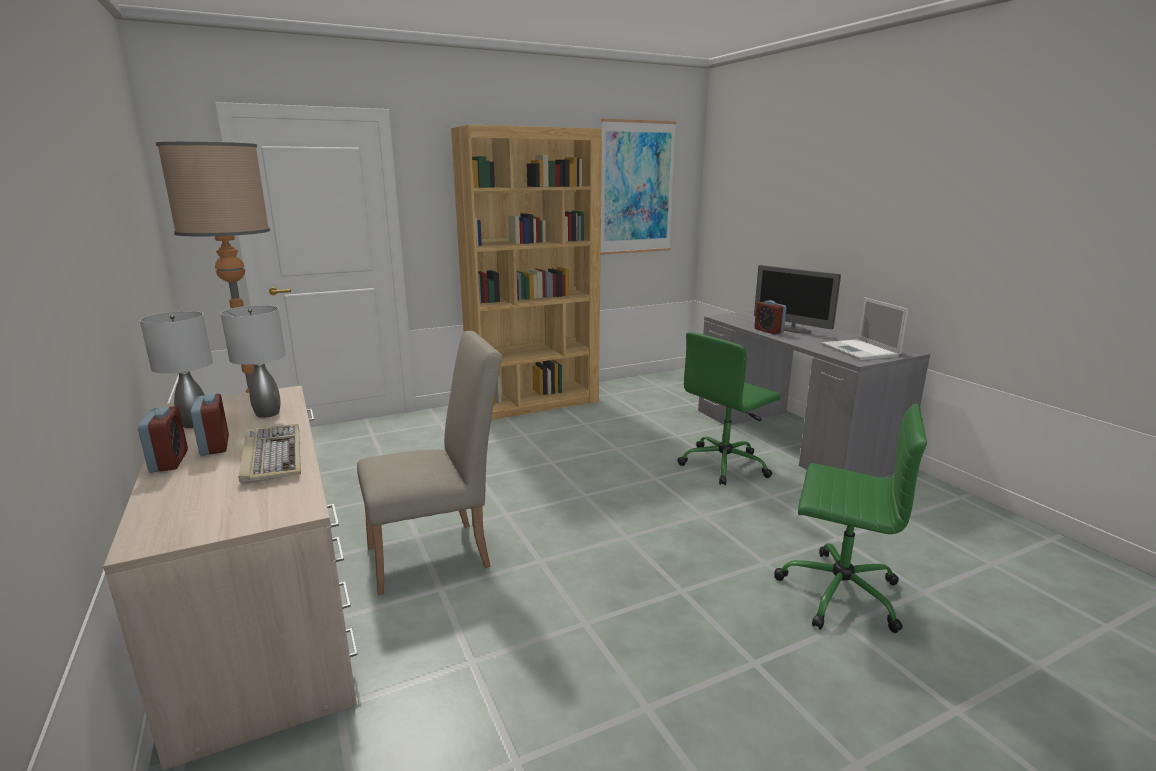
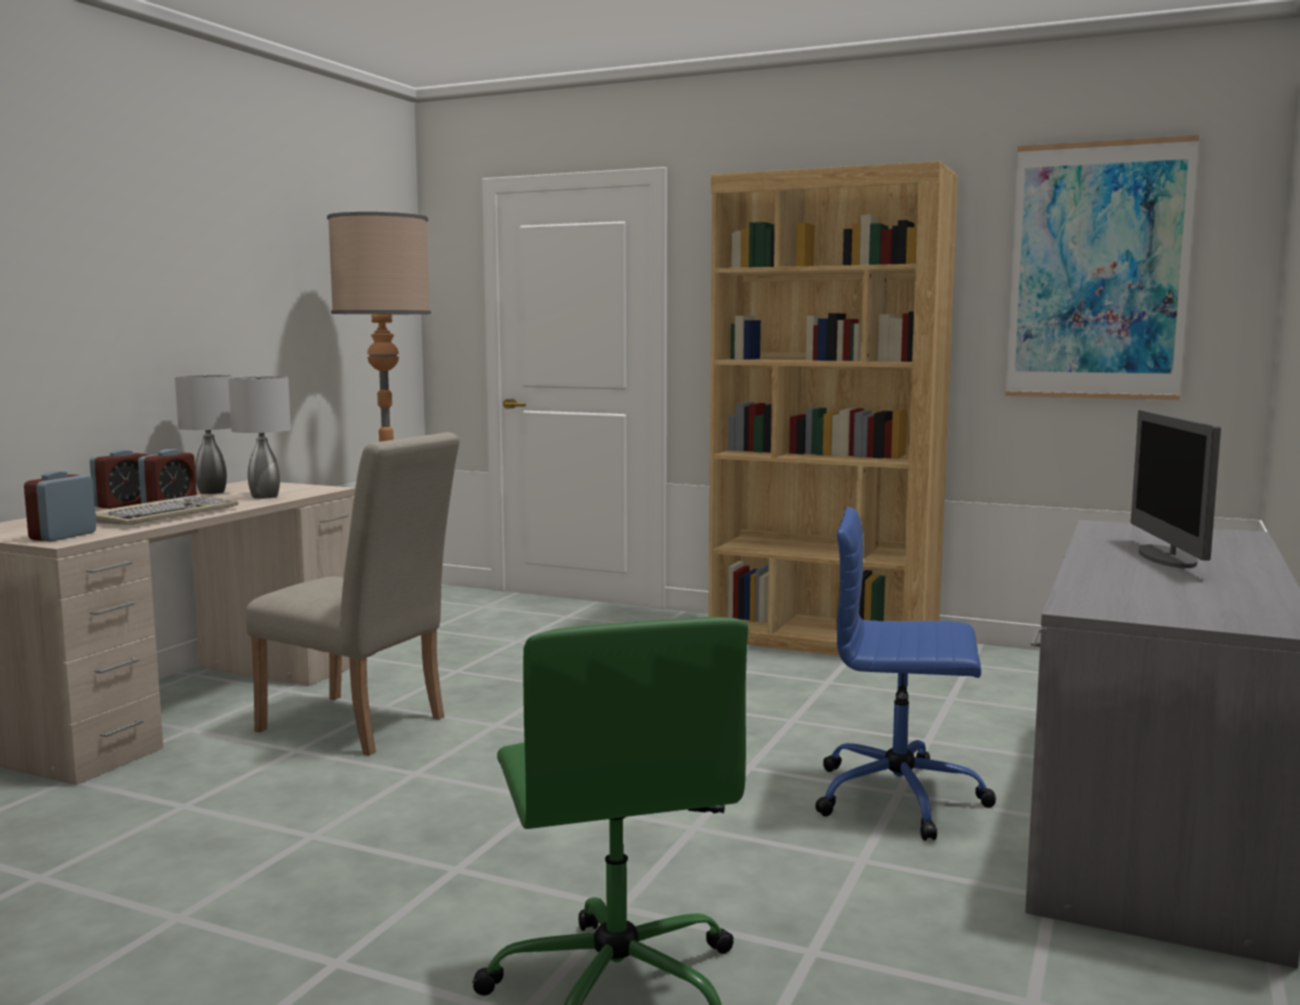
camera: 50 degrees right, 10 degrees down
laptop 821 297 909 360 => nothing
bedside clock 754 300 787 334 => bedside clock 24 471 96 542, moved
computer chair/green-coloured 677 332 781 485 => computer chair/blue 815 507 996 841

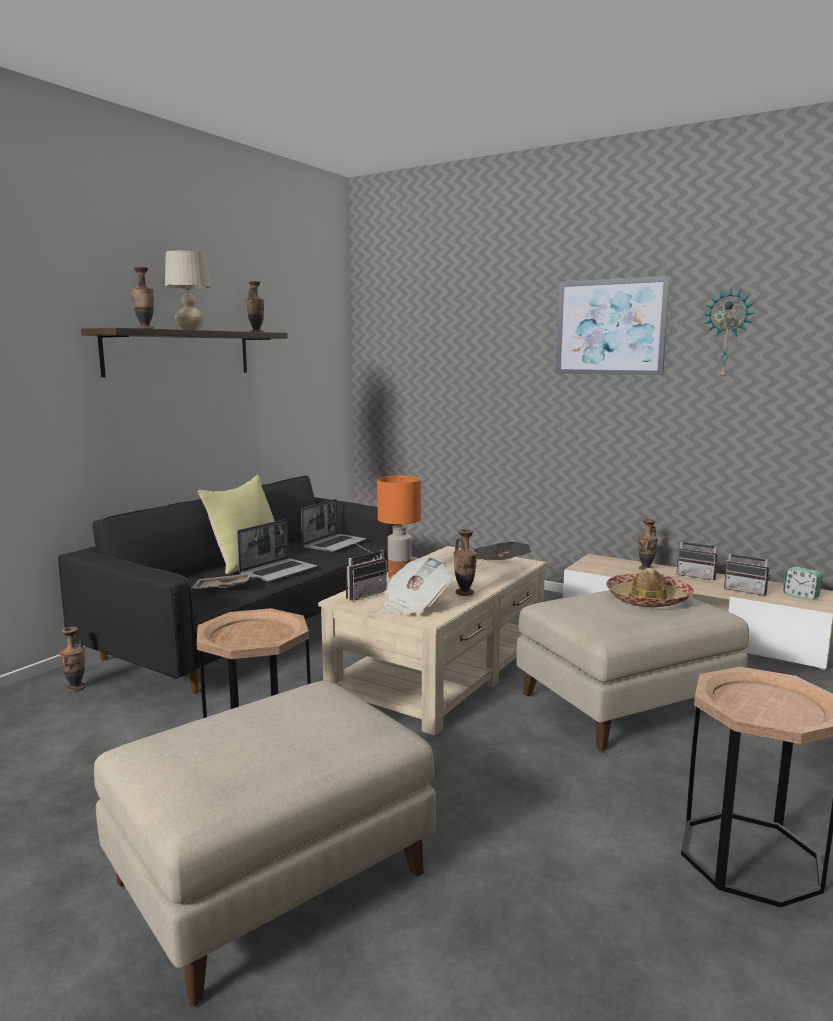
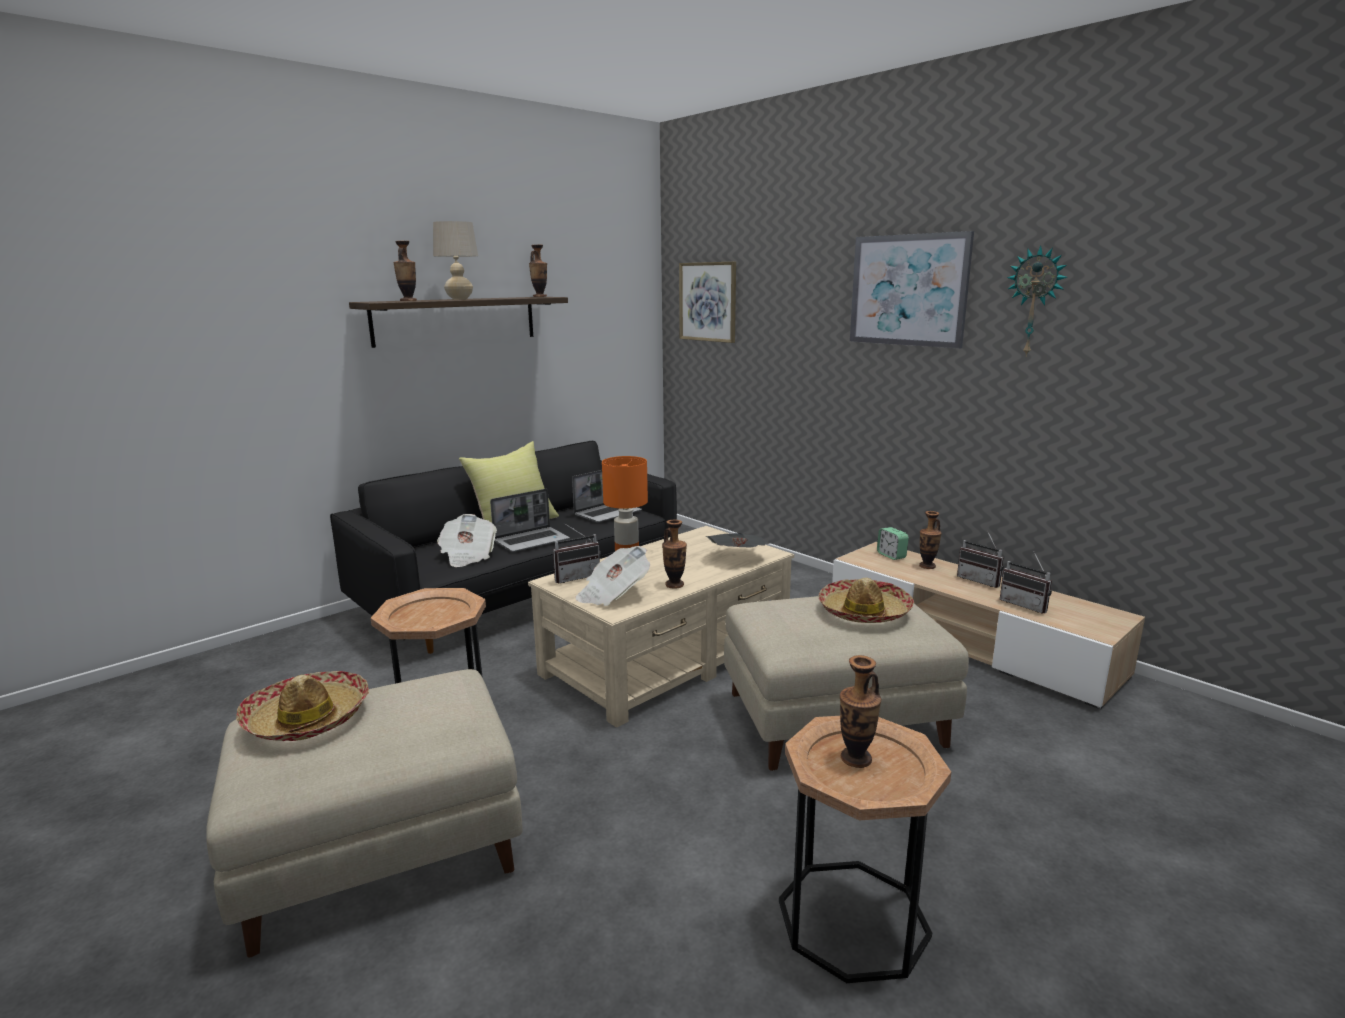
camera: 15 degrees right, 5 degrees up
nothing => wearable hat 236 671 369 741
nothing => wall picture 679 262 736 343
flower vase 59 627 86 692 => flower vase 840 655 881 768, moved
bedside clock 783 566 822 600 => bedside clock 877 527 909 560, moved
carrying tray/gray 191 572 253 590 => daily paper 437 514 497 567

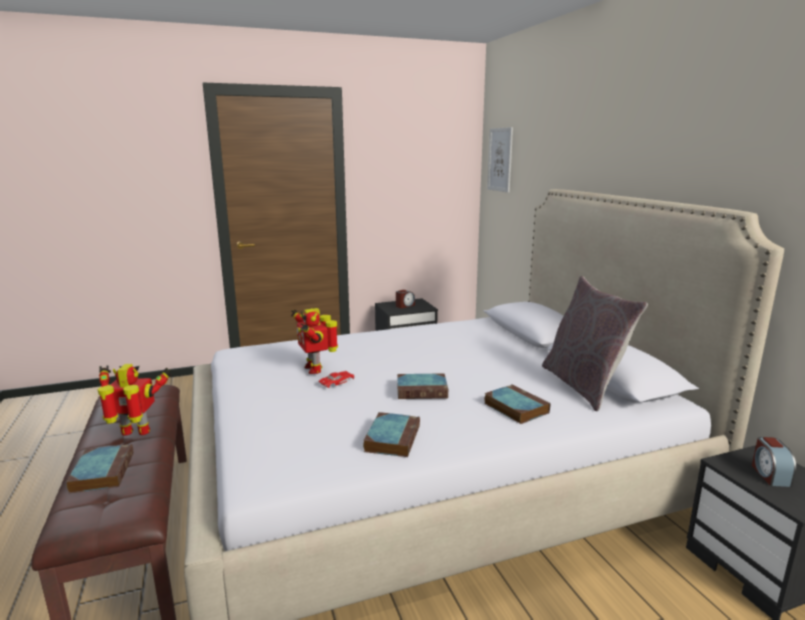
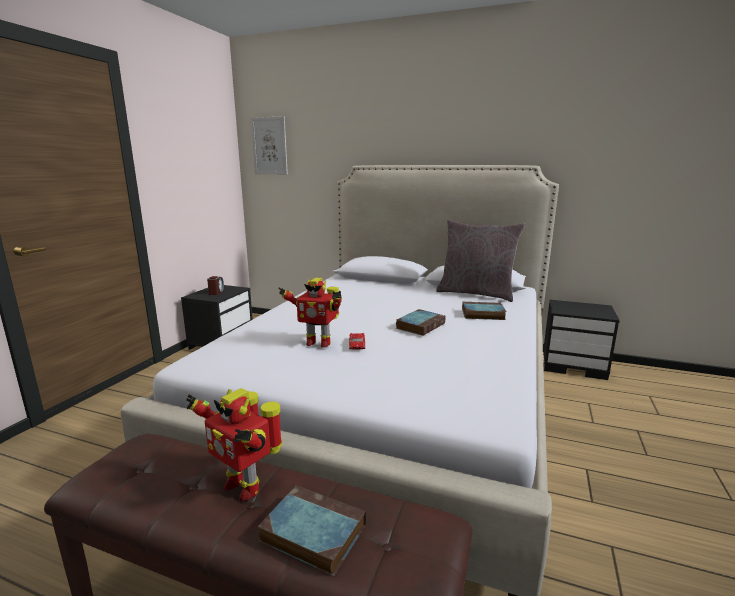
camera: 50 degrees left, 0 degrees up
bound book 363 412 420 457 => nothing
bedside clock 752 437 796 487 => nothing
model robot 98 364 171 436 => model robot 186 388 282 501, 90 degrees counterclockwise

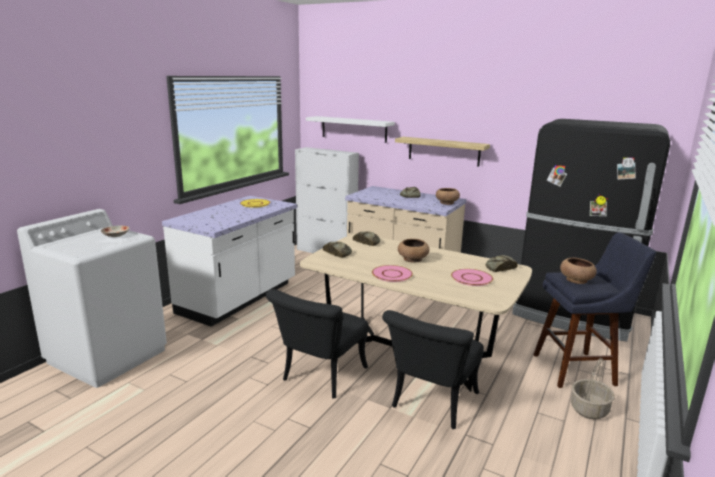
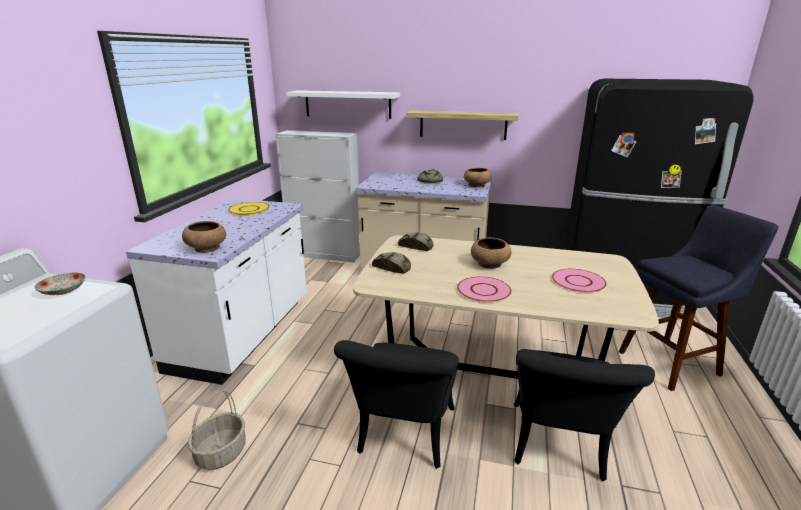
camera: 15 degrees left, 5 degrees up
bread 486 255 518 272 => nothing
bowl/brown-coloured 560 258 597 284 => bowl/brown-coloured 182 221 226 253, moved
basket 571 358 615 419 => basket 188 390 246 470, moved

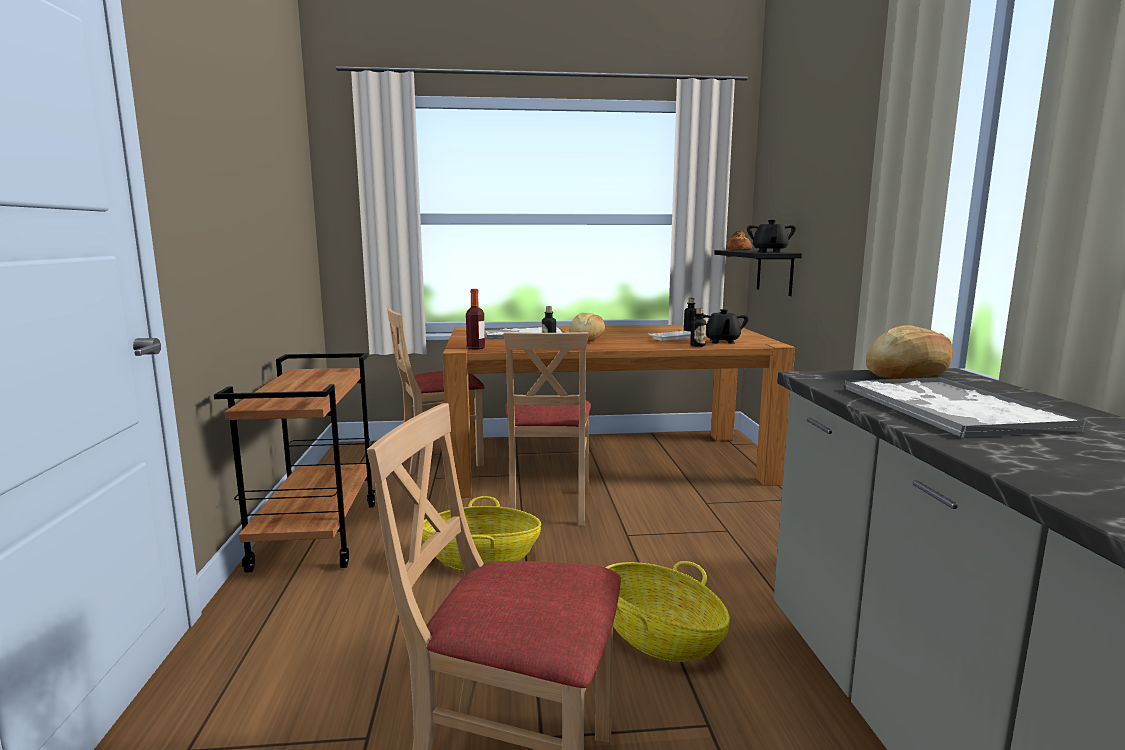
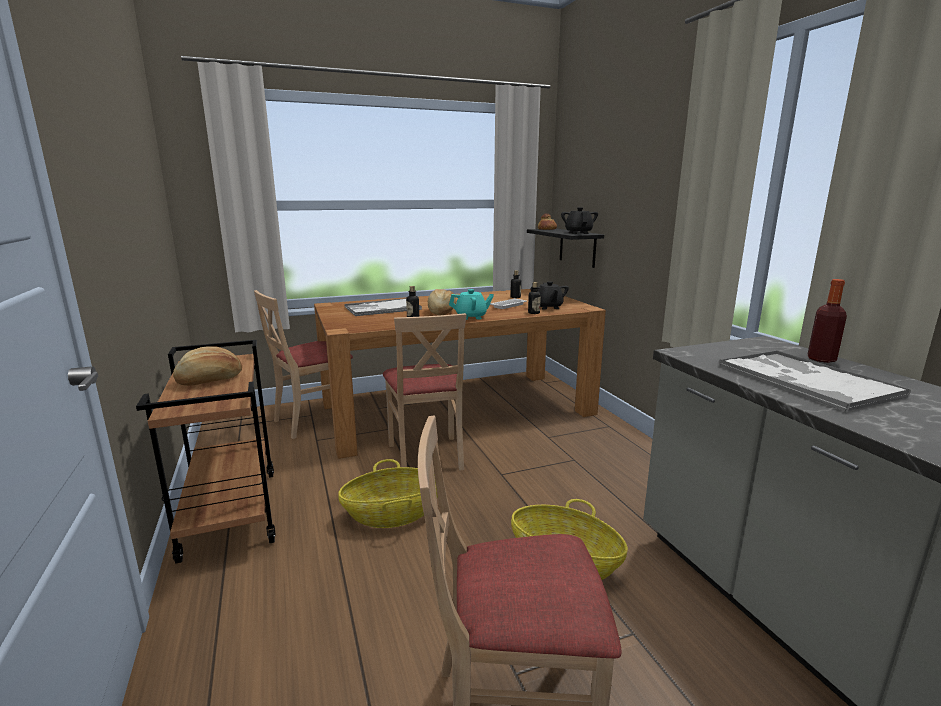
camera: 15 degrees left, 5 degrees up
nothing => tea pot/turquoise-coloured 449 289 494 320
drink bottle 466 289 485 349 => drink bottle 808 279 847 363, moved
bread 866 325 953 379 => bread 173 346 242 386, moved

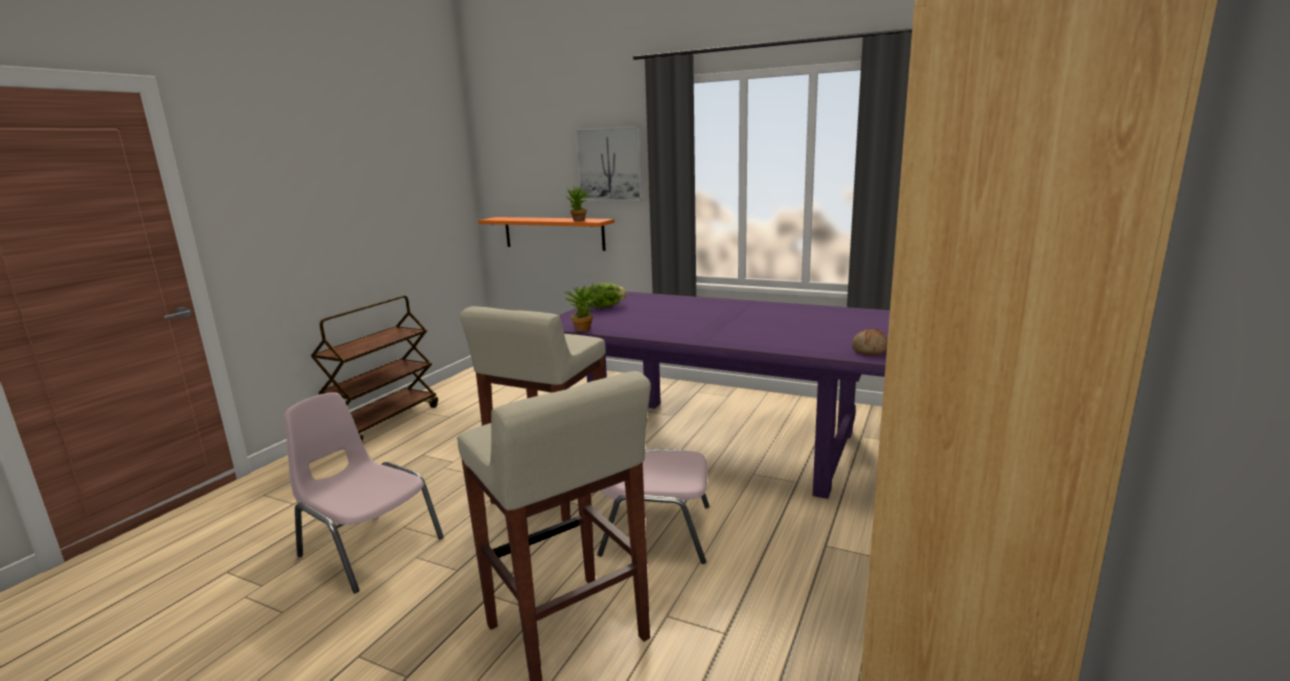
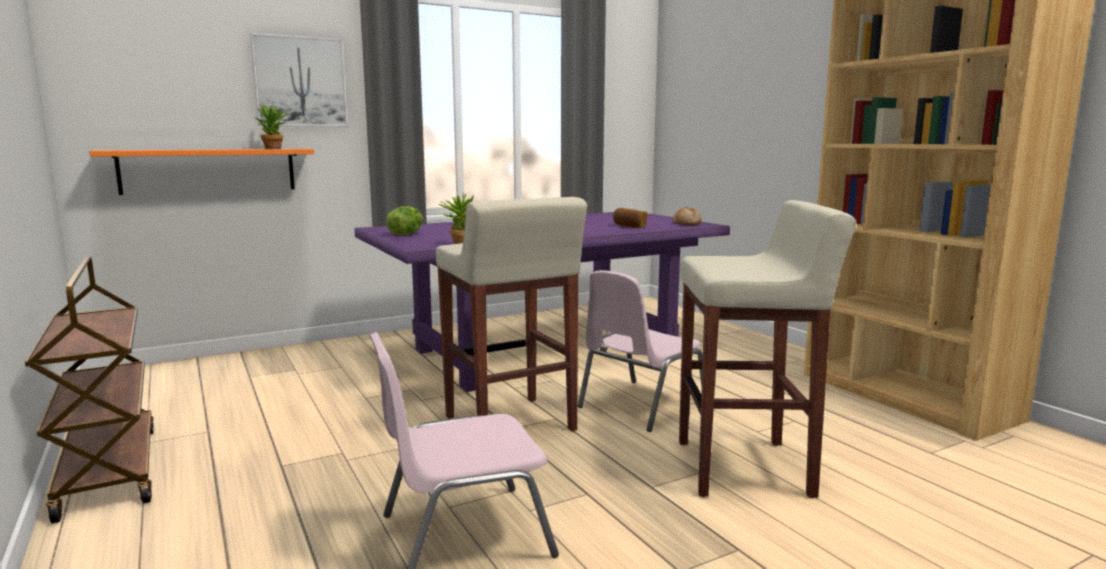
camera: 55 degrees left, 5 degrees down
nothing => bread 613 208 647 228

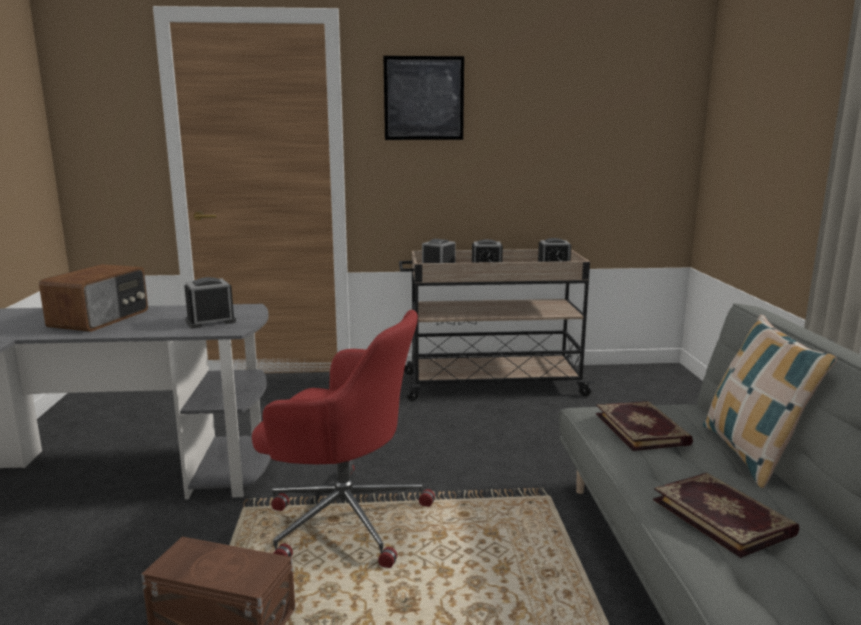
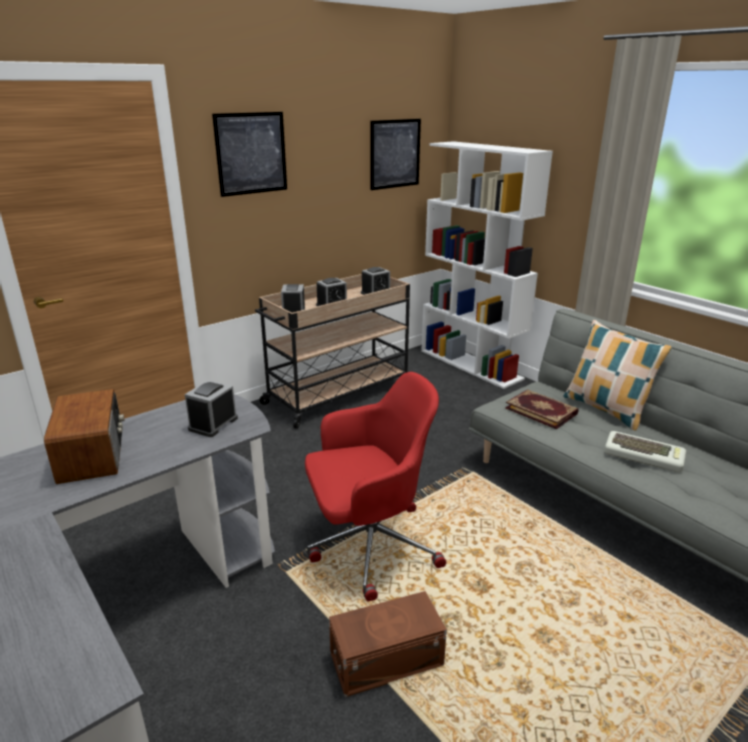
camera: 35 degrees left, 10 degrees up
nothing => wall picture 371 119 421 190
nothing => shelving unit/white 421 141 553 389
bound book 653 473 799 558 => computer keyboard 604 431 686 473

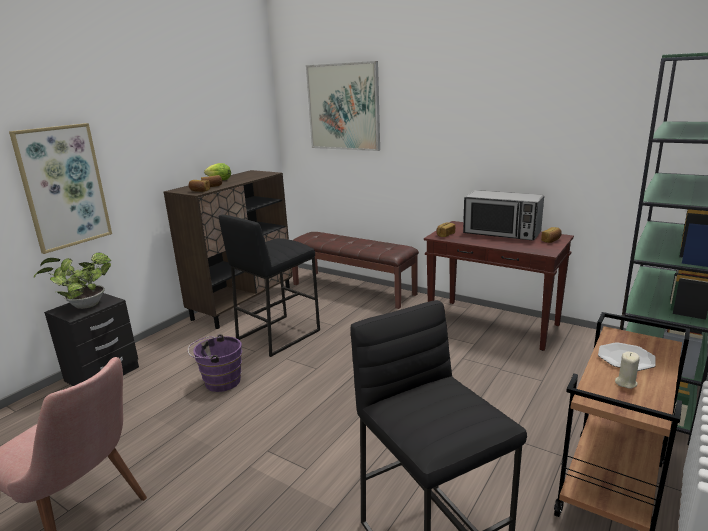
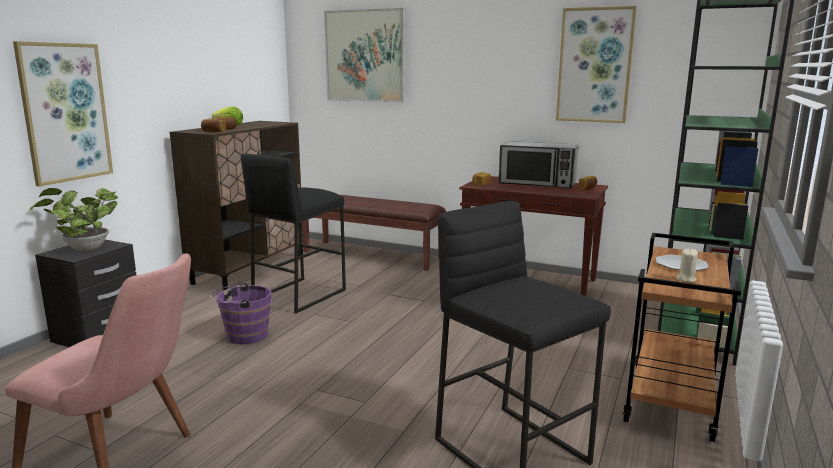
camera: 10 degrees left, 5 degrees down
nothing => wall picture 556 6 637 123

